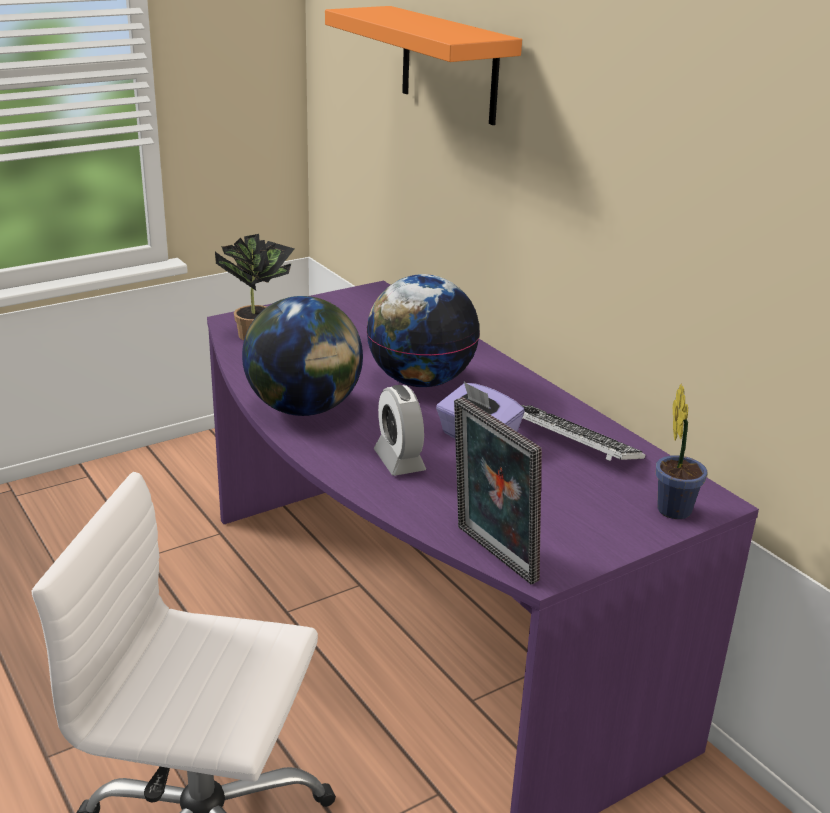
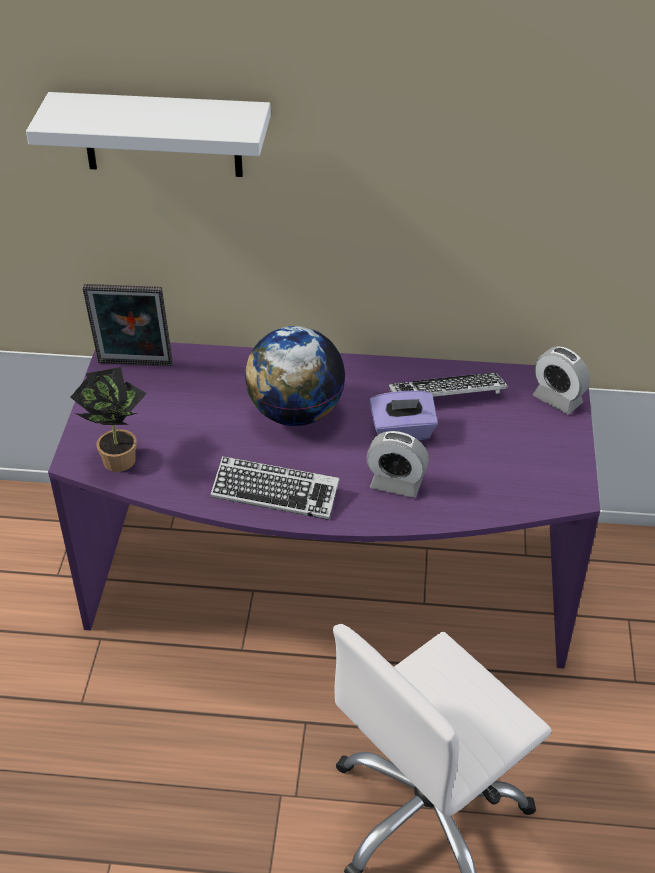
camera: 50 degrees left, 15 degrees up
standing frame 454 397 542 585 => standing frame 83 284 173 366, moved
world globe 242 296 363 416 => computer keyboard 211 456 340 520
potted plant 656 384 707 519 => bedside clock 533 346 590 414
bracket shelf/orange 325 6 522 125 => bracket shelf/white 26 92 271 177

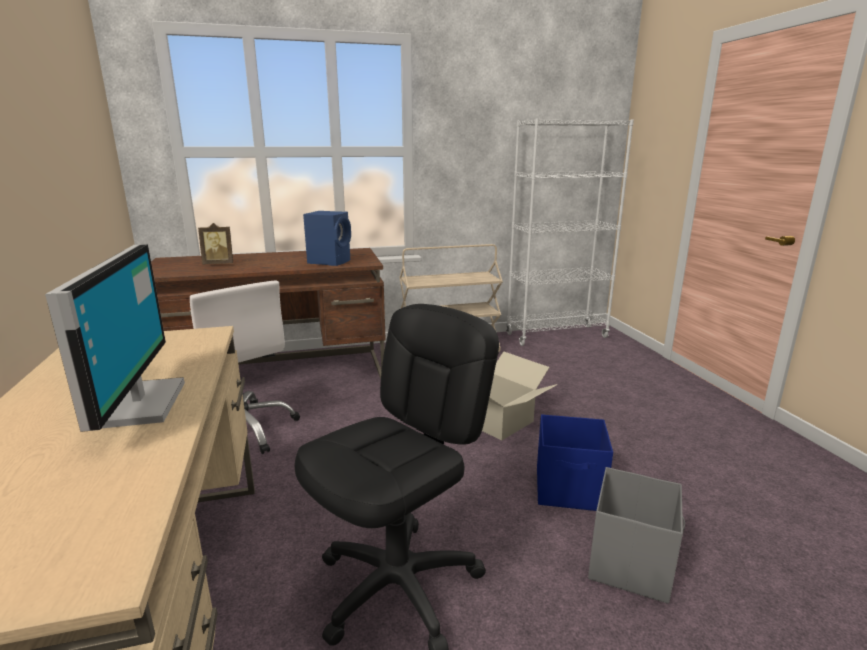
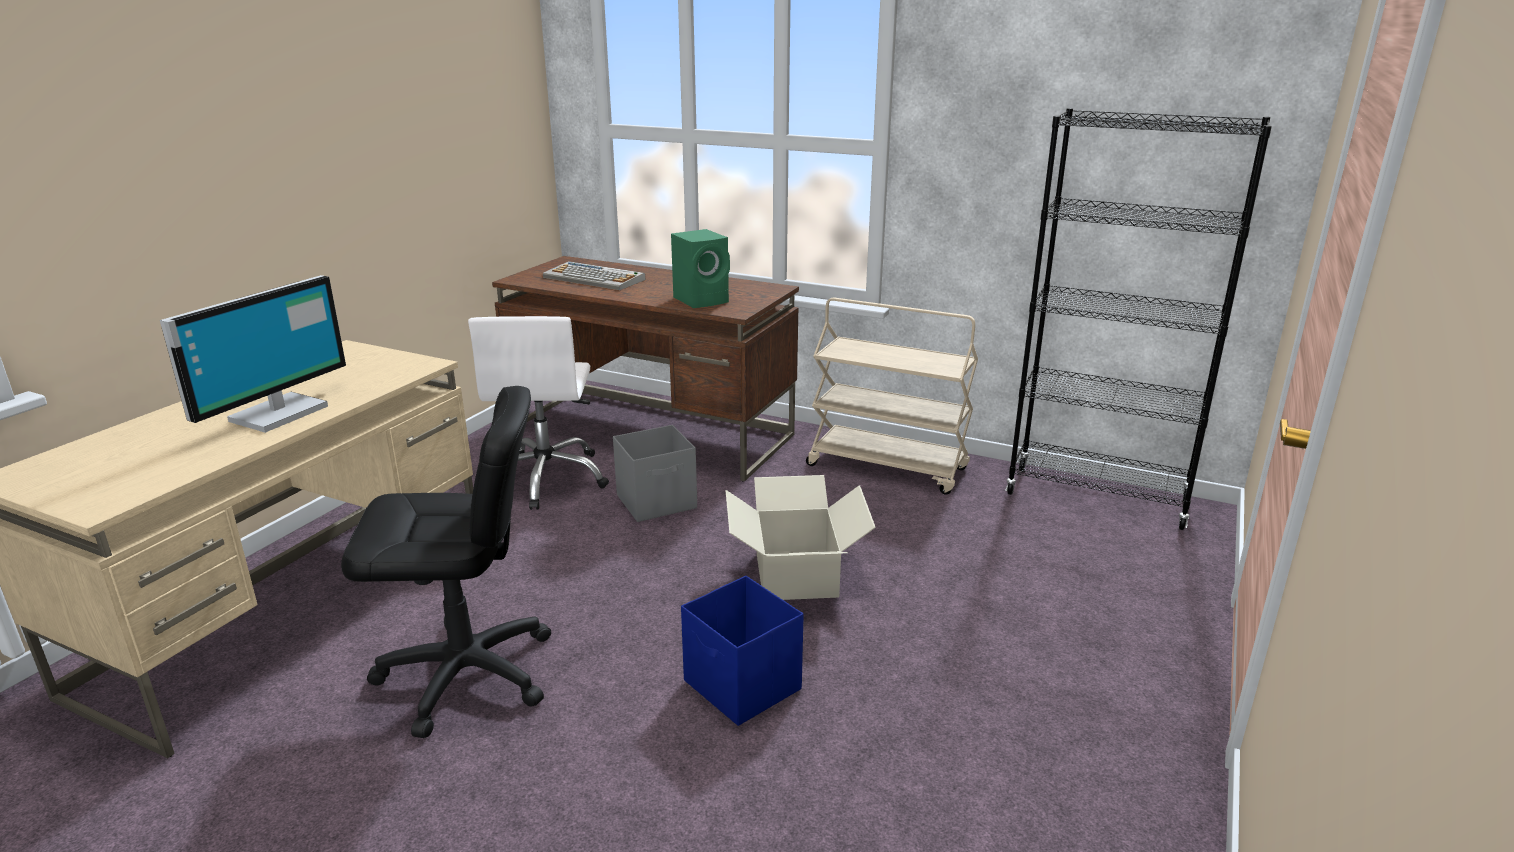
camera: 40 degrees right, 5 degrees up
storage box/gray 588 467 685 603 => storage box/gray 613 425 697 522, moved
standing frame 198 223 233 265 => computer keyboard 543 261 646 290
audio speaker/blue 303 211 351 266 => audio speaker/green-coloured 671 229 730 308
shelving unit/white 506 118 634 346 => shelving unit/blackish 1005 108 1272 530

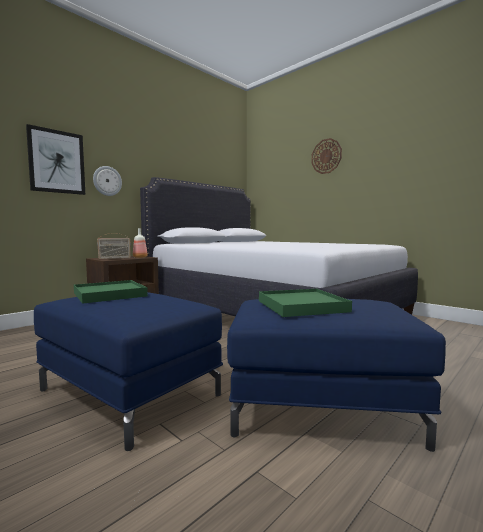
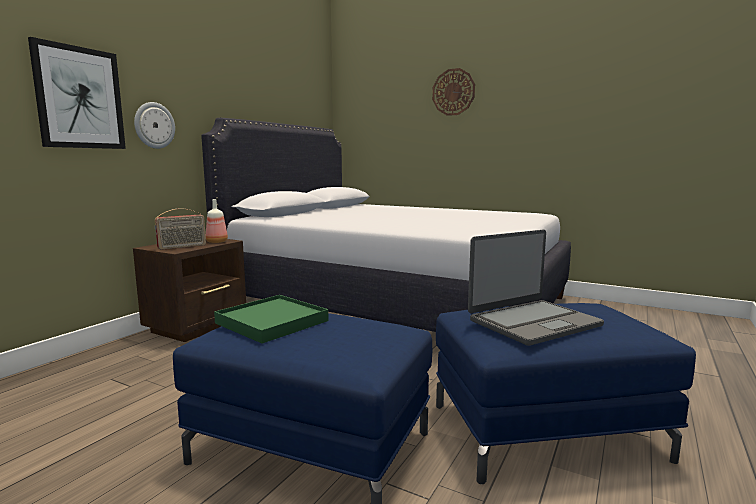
camera: 15 degrees left, 5 degrees up
carrying tray/green-coloured 259 289 352 317 => laptop 468 230 604 346

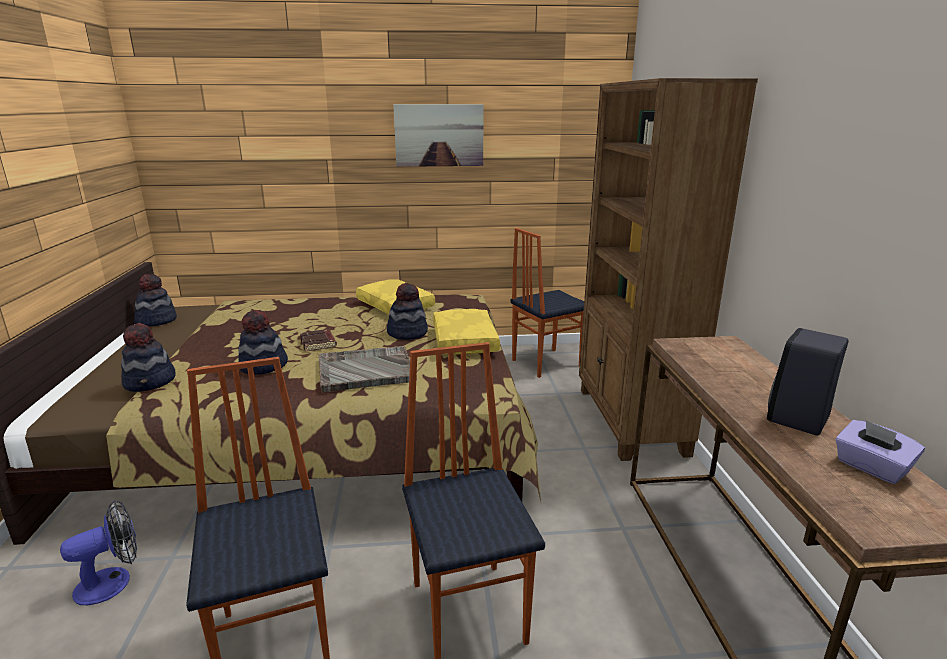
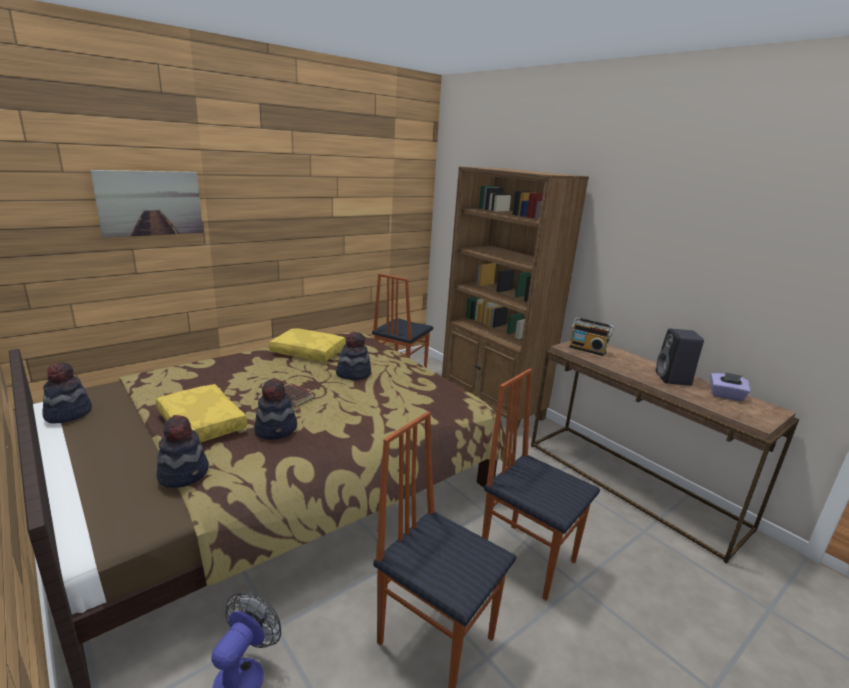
camera: 35 degrees left, 0 degrees up
carrying tray/gray 319 346 417 393 => nothing
nothing => radio receiver 569 317 614 356
wall picture 393 104 484 167 => wall picture 90 170 203 238, moved
cushion/yellowish 433 309 500 355 => cushion/yellowish 156 384 247 442, moved

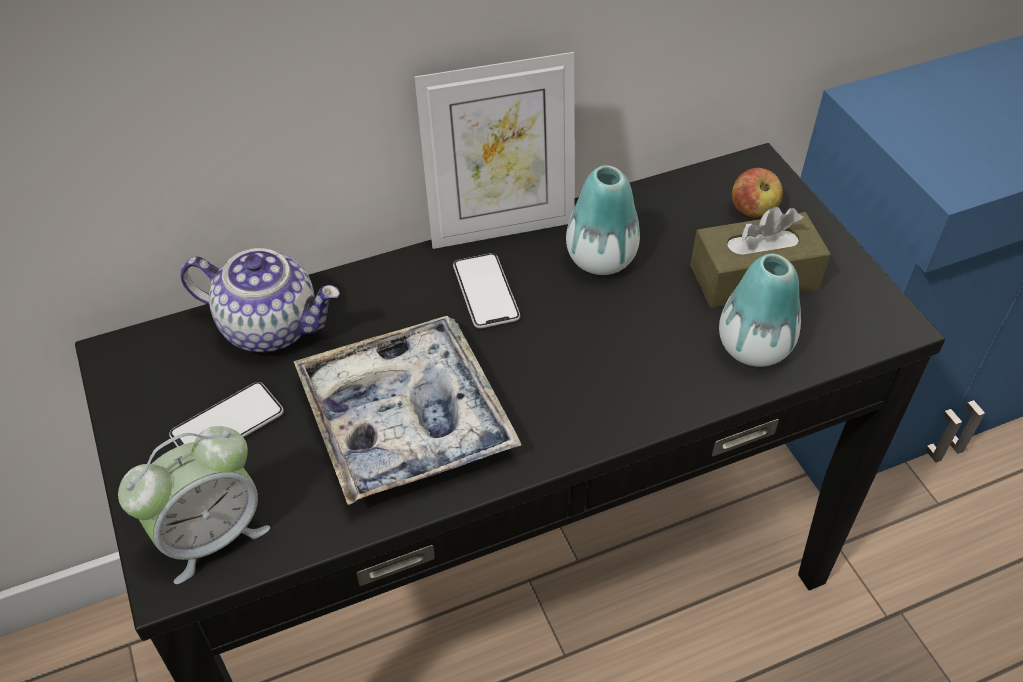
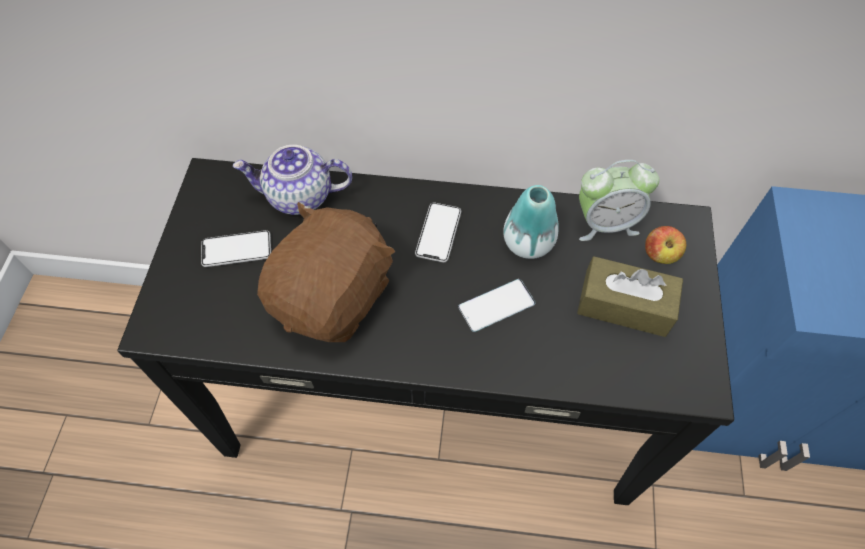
camera: 30 degrees right, 10 degrees up
standing frame 414 52 575 249 => nothing
flower vase 719 254 801 367 => nothing
nothing => telephone 458 279 536 332
bedside clock 118 426 270 584 => bedside clock 579 160 659 241, moved
carrying tray 294 316 521 505 => cuddly toy/brown-coloured 257 202 395 342
tea pot 180 248 340 352 => tea pot 233 145 352 215, 135 degrees clockwise

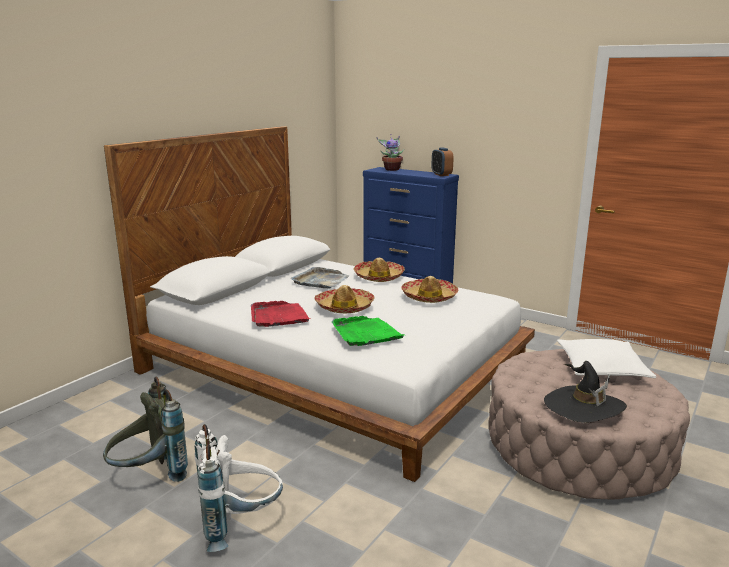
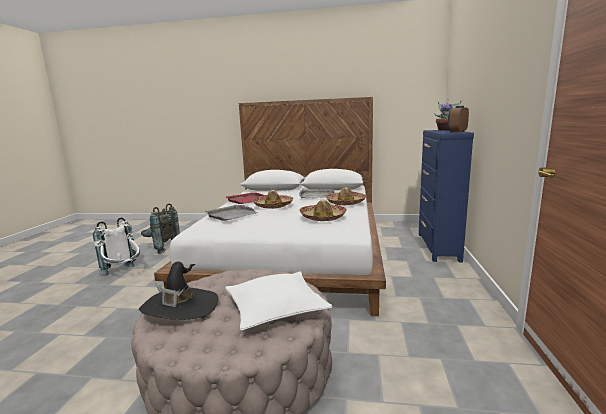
camera: 65 degrees right, 5 degrees down
carrying tray/green-coloured 331 316 405 346 => carrying tray/gray 205 205 259 221

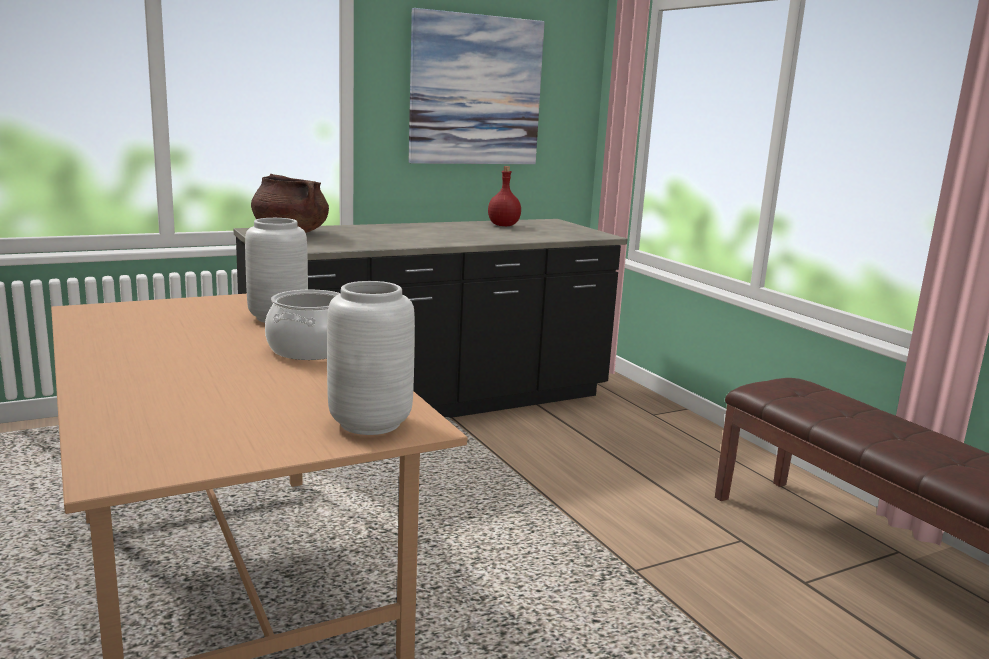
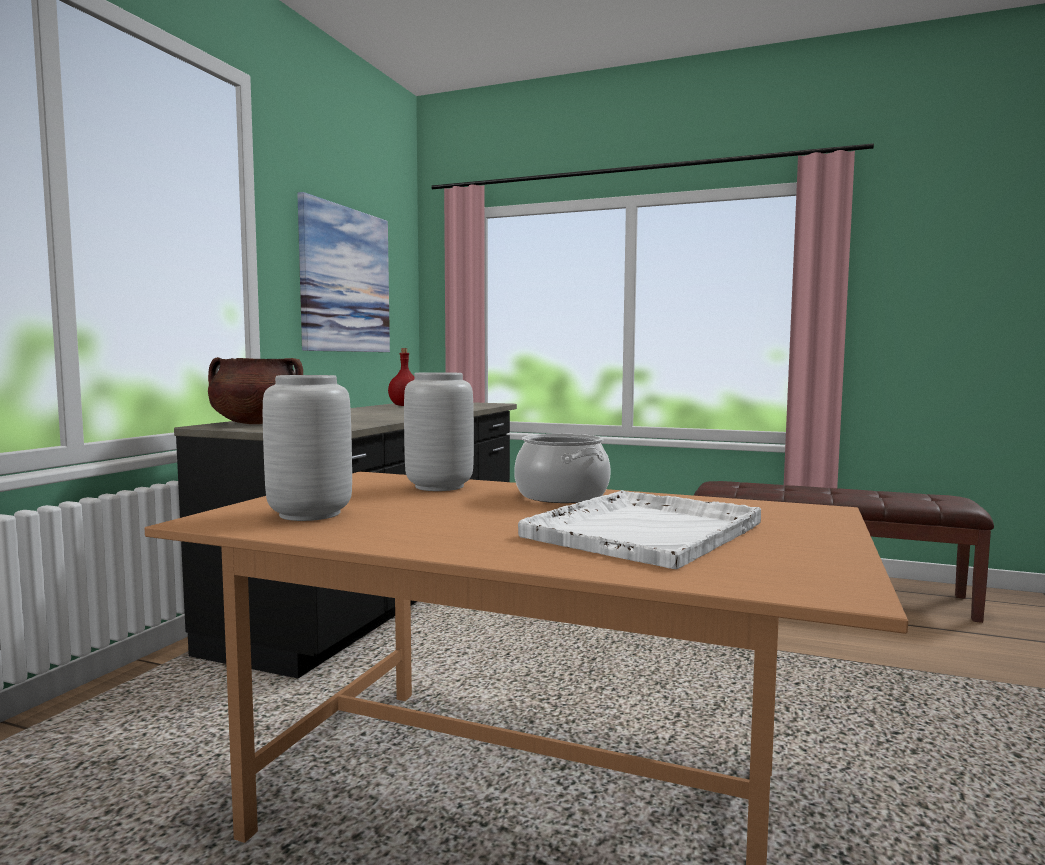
camera: 40 degrees left, 10 degrees down
nothing => carrying tray/white 518 490 761 569
flower vase/gray 327 281 415 435 => flower vase/gray 263 375 352 521, moved

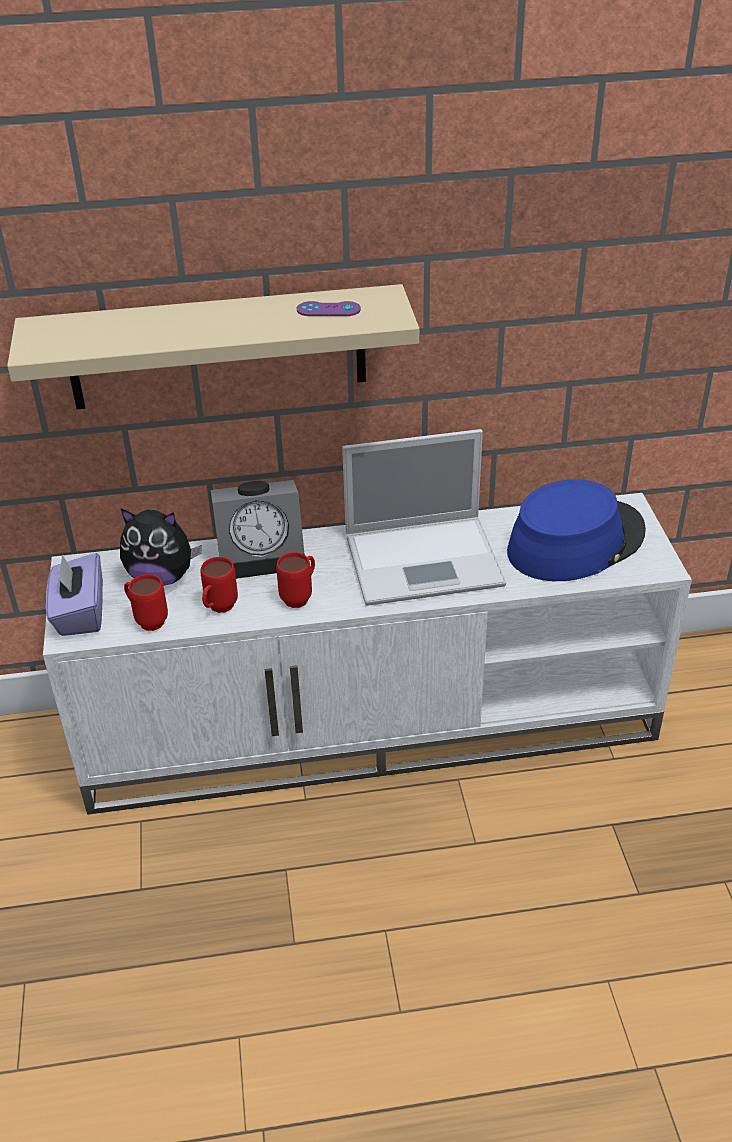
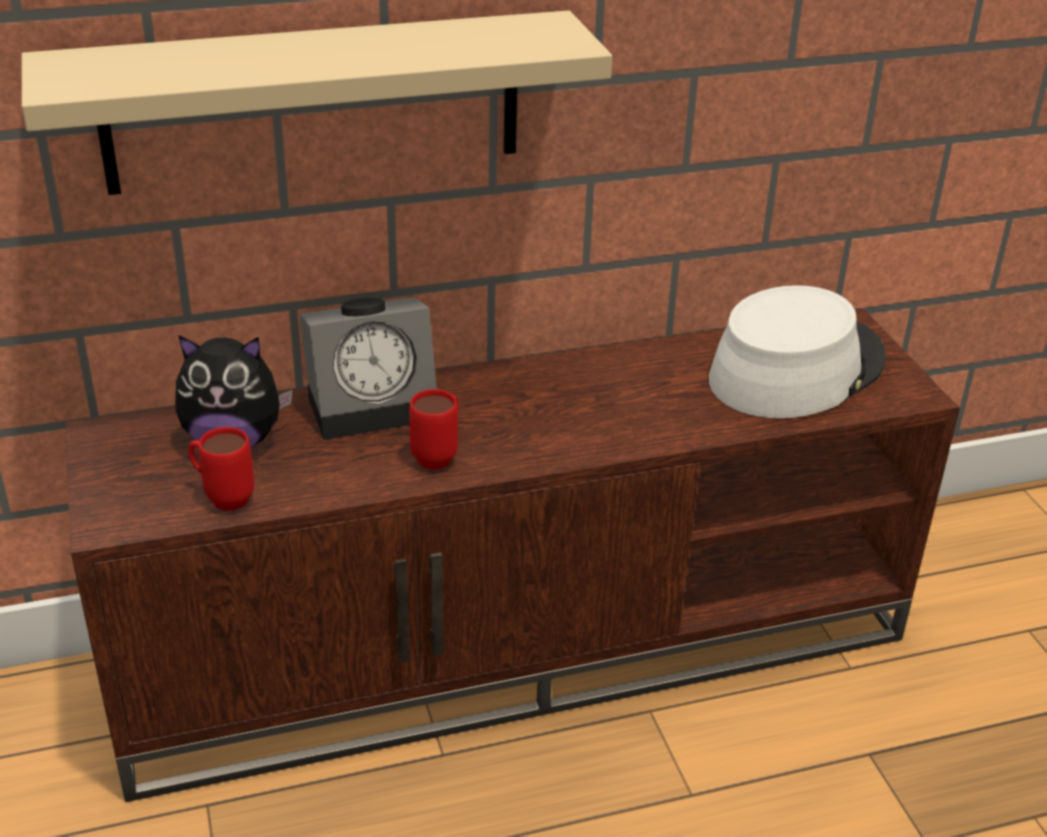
camera: 10 degrees left, 5 degrees down
tissue box/purple 46 553 103 636 => nothing
mug/red 201 557 238 613 => nothing
gamepad/purple 297 301 361 316 => nothing
laptop 342 429 506 606 => nothing
media console/white 43 493 692 815 => media console/brown-coloured 65 309 960 802
wearable hat/blue 507 479 646 581 => wearable hat/white 709 285 886 418

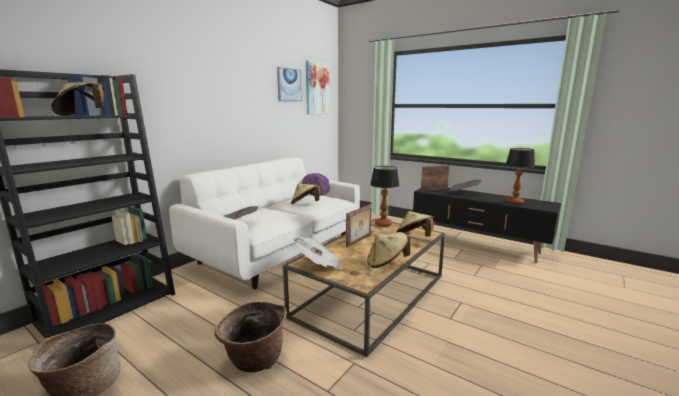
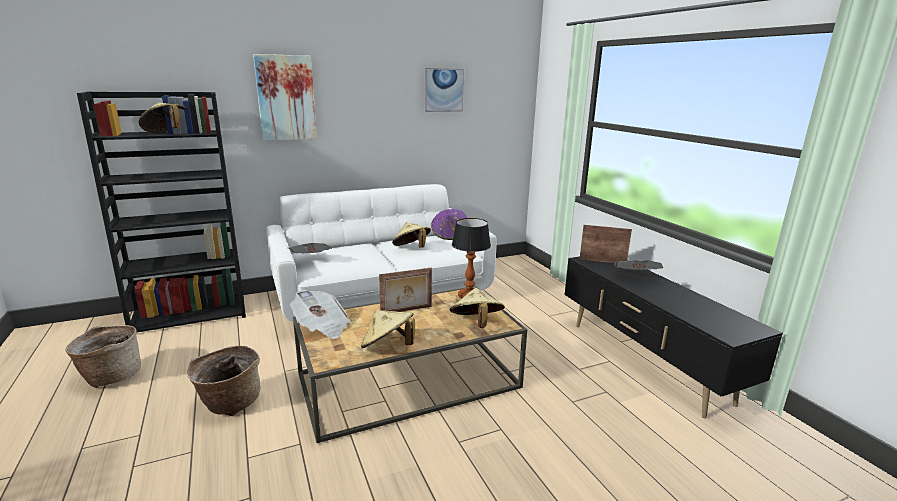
camera: 30 degrees right, 5 degrees up
table lamp 505 148 535 204 => nothing
wall picture 306 60 329 115 => wall picture 253 54 317 141, moved

